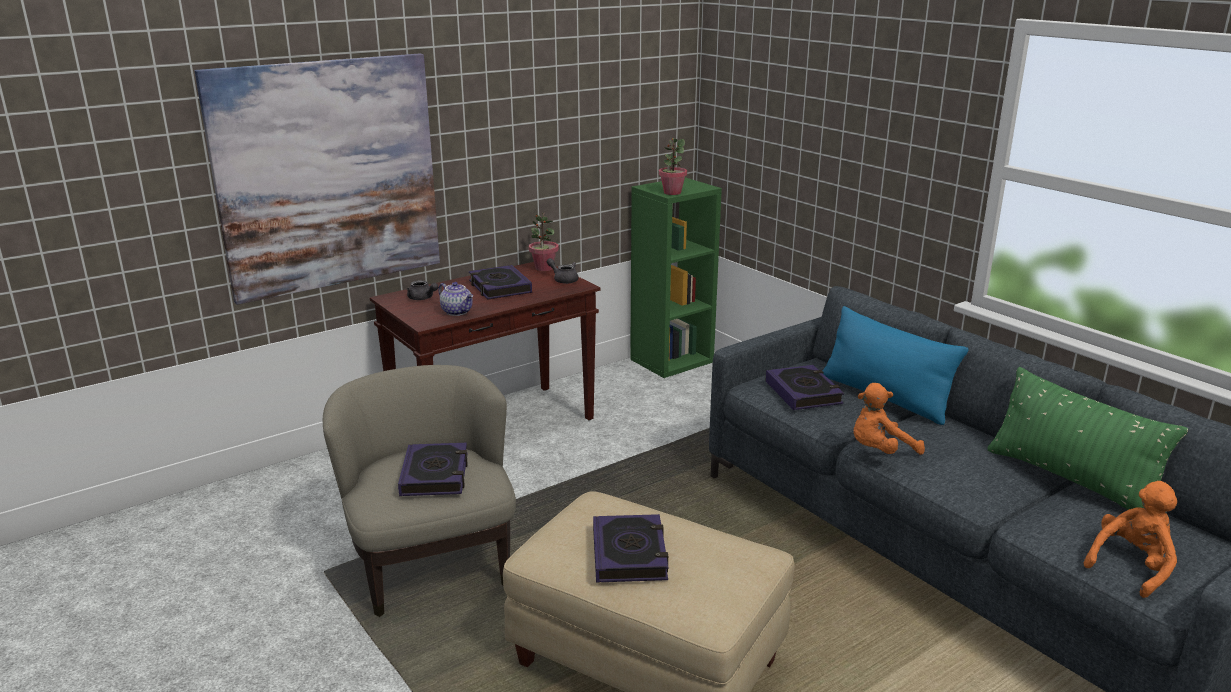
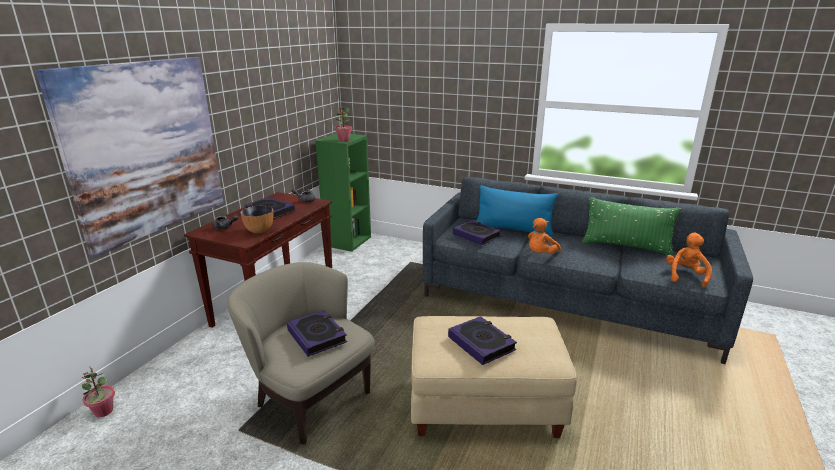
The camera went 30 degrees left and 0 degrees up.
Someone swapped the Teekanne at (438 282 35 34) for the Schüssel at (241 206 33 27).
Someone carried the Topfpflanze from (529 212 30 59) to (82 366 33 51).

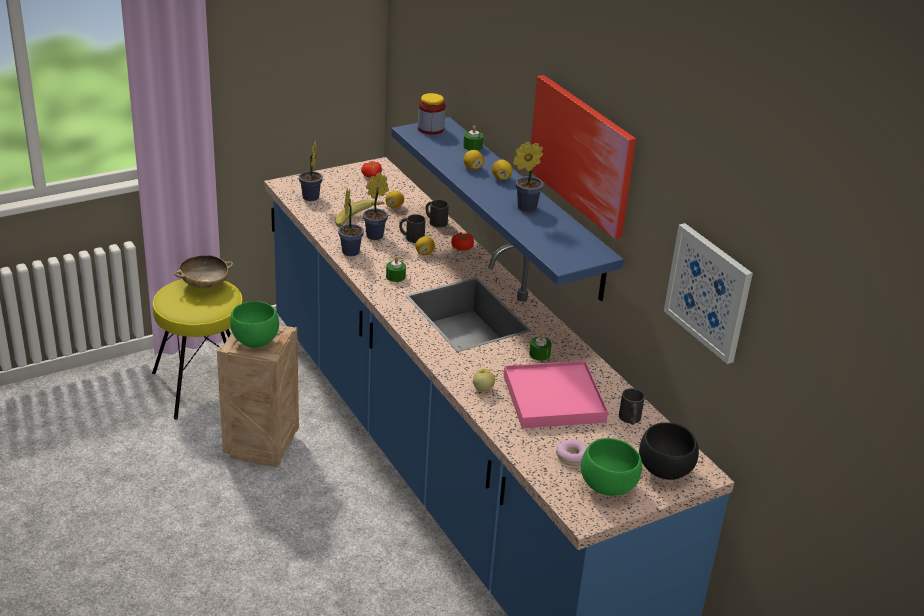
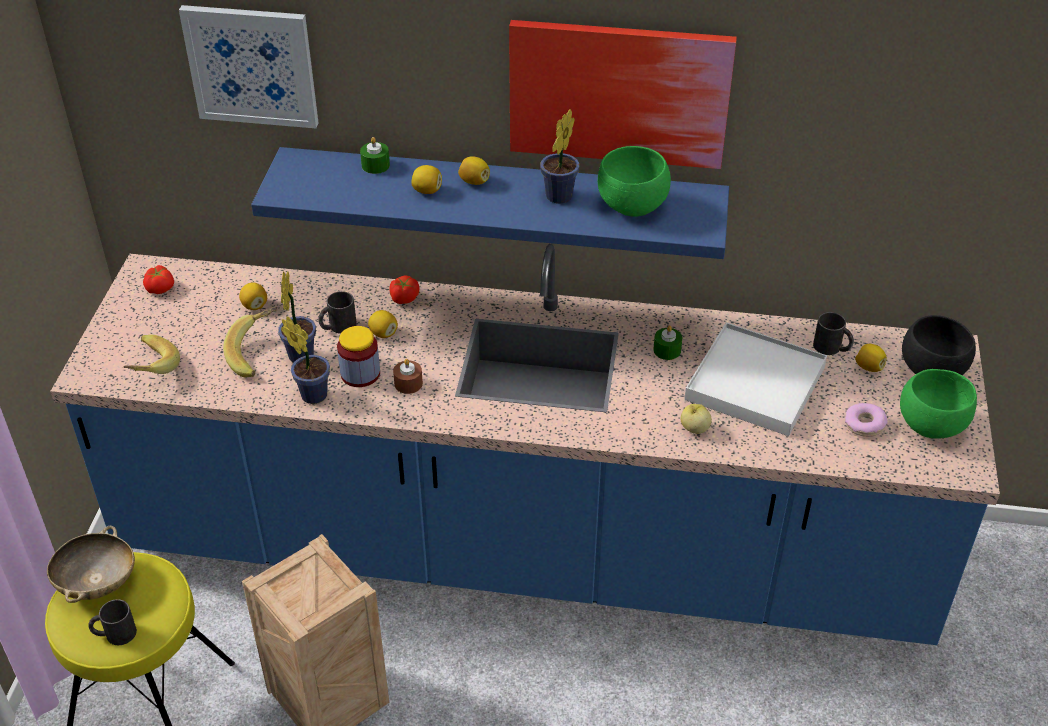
The camera went 50 degrees left and 10 degrees up.
Someone carried the Schüssel (grün) from (230 301 49 47) to (598 146 73 71).
Someone swapped the Topfpflanze at (299 140 24 61) for the Banane at (123 335 57 39).
Someone repainted the Kerze (grün) at (386 257 20 25), which became the Kerze (braun) at (393 359 30 35).
Someone carried the Vorratsglas from (418 93 28 42) to (337 326 43 61).
Someone carried the Henkelbecher (schwarz) from (426 200 23 28) to (88 599 49 46).
Someone repainted the Tablett (rosa) at (504 361 104 68), which became the Tablett (weiß) at (684 323 143 113).
Someone carried the Bild from (664 223 89 141) to (179 5 140 123).
Someone put down the Zitrone at (855 344 32 28).

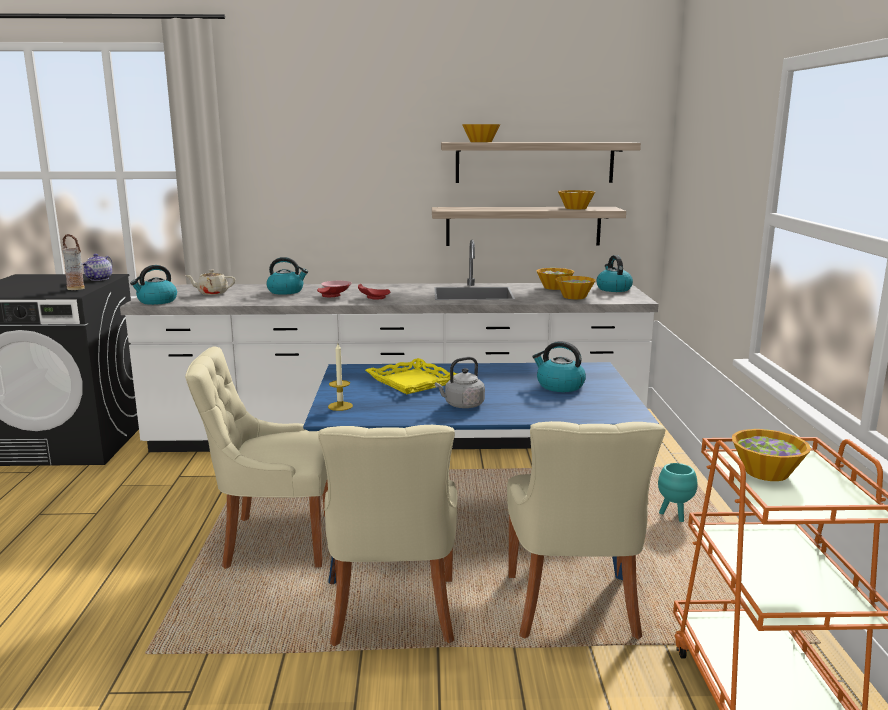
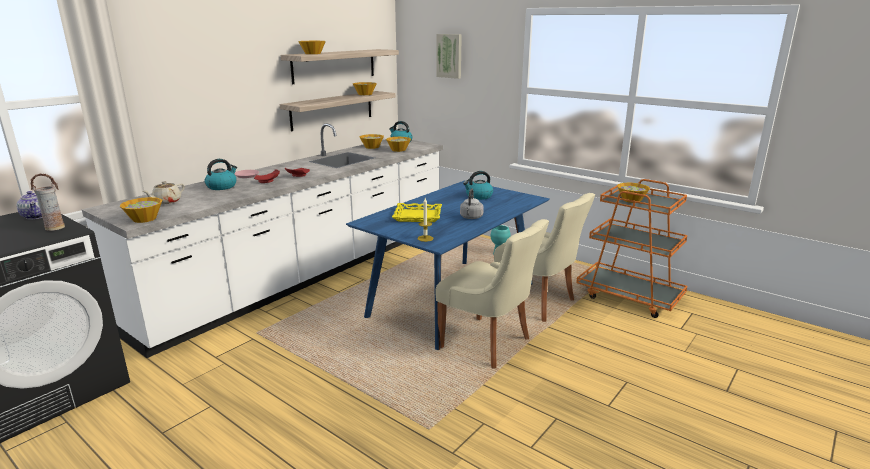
The camera went 50 degrees left and 5 degrees up.
Someone swapped the Wasserkessel at (130 265 47 40) for the Schüssel at (120 197 42 26).
Someone took away the Stuhl (beige) at (185 347 143 222).
Someone put up the Bild at (436 34 26 45).

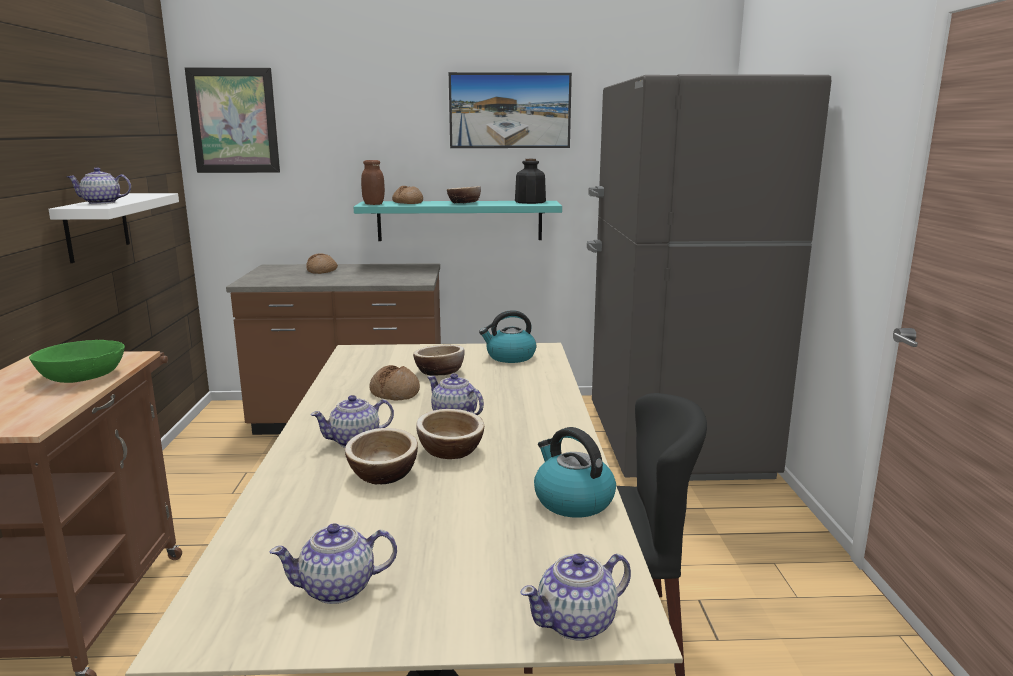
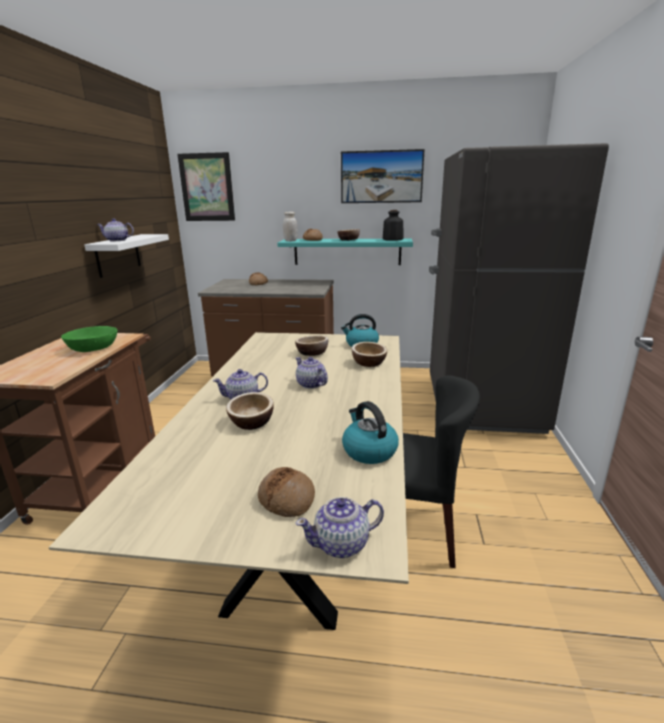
The camera went 10 degrees right and 5 degrees up.
Someone took away the Teekanne at (269 523 128 81).
Someone repainted the Vorratsglas (braun) at (361 160 24 45), which became the Vorratsglas (weiß) at (283 212 15 29).
Someone carried the Brot from (370 365 50 36) to (258 467 57 50).
Someone carried the Schüssel from (416 409 68 50) to (352 342 35 25).

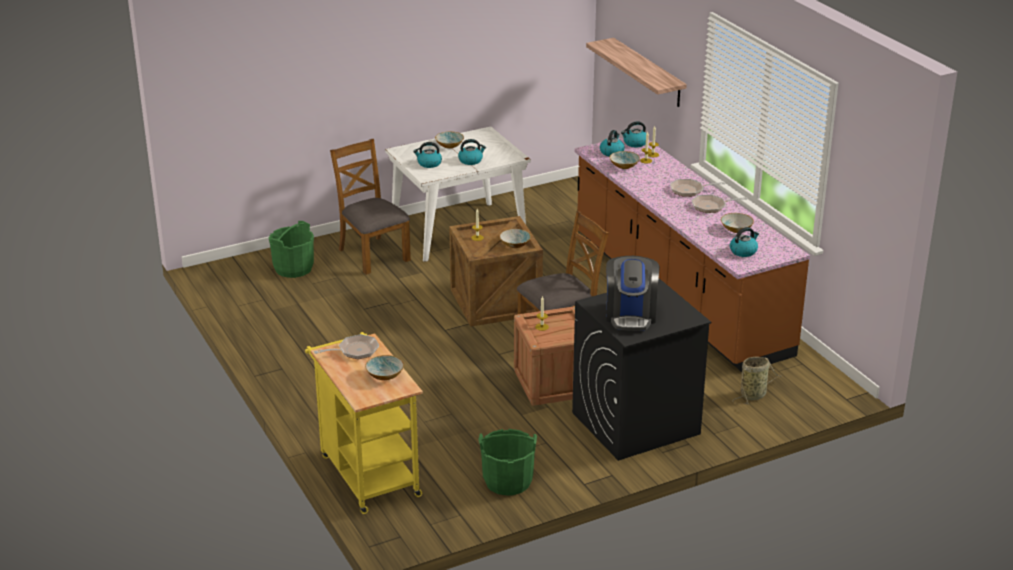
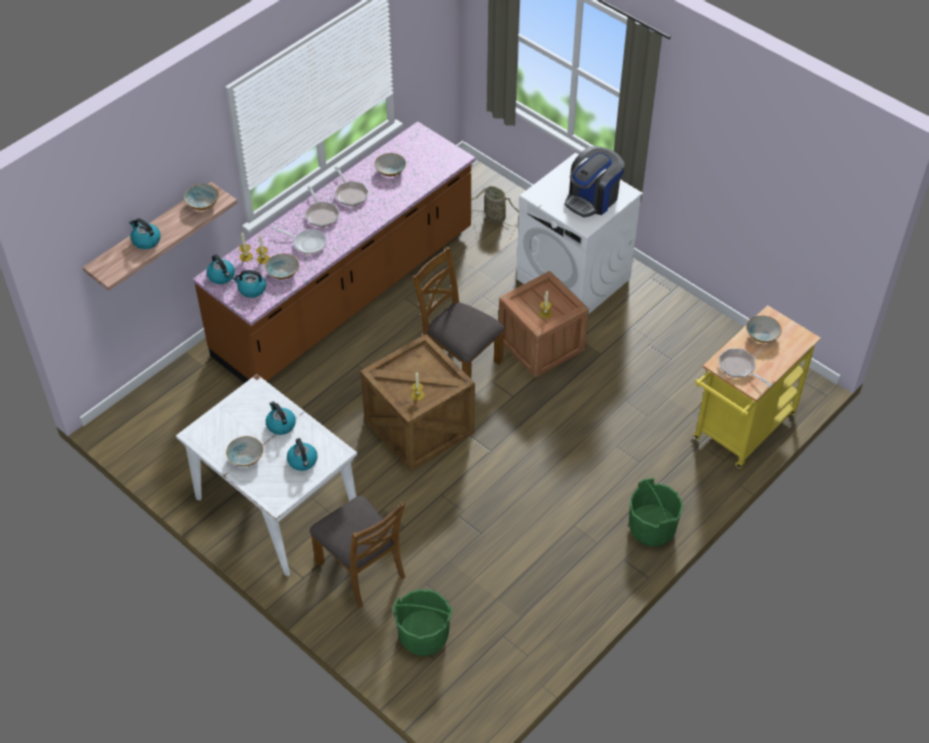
The camera went 110 degrees left and 20 degrees up.
Someone rotated the Stuhl (braun) at (330 139 81 136) by 75 degrees counterclockwise.
Someone carried the Eimer (grün) from (478 429 59 67) to (629 478 54 69).
Someone carried the Schüssel from (499 229 32 19) to (184 184 35 26).
Someone repainted the Waschmaschine (schwarz) at (572 279 139 182), which became the Waschmaschine (weiß) at (516 153 127 162).
Someone rotated the Kaffeemaschine at (606 256 54 75) by 150 degrees clockwise.
Someone carried the Wasserkessel from (730 227 29 30) to (129 218 32 31).
Someone put down the Pfanne at (273 227 54 27).

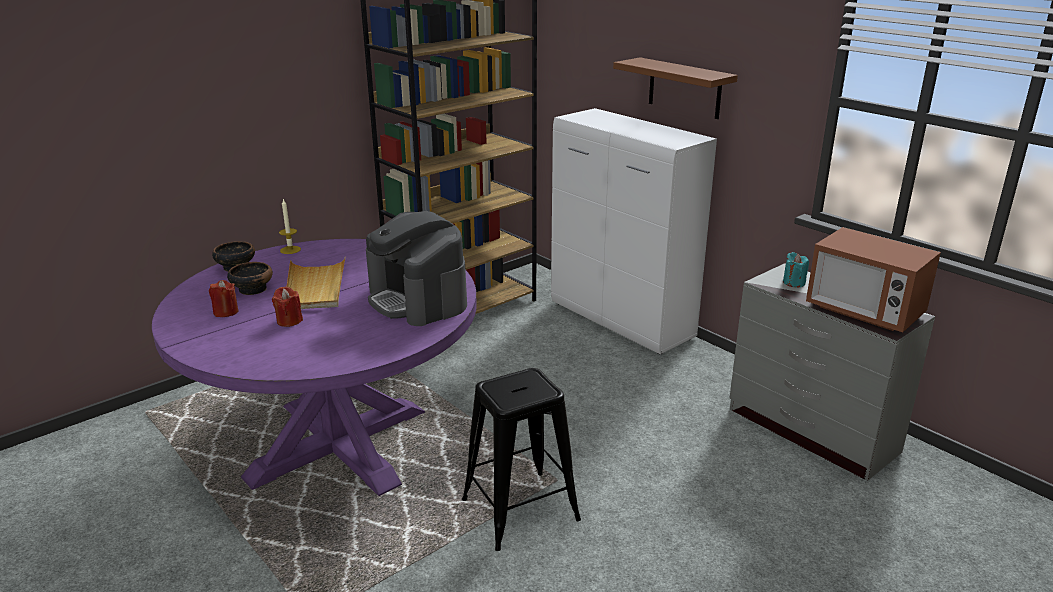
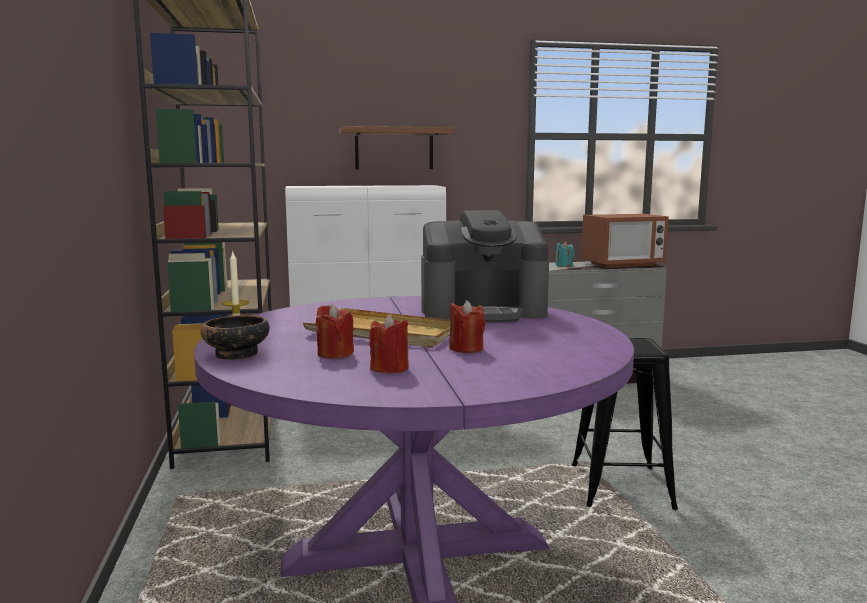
The camera went 60 degrees left and 15 degrees down.
Someone swapped the Schüssel at (227 262 46 33) for the Kerze (rot) at (316 304 38 55).

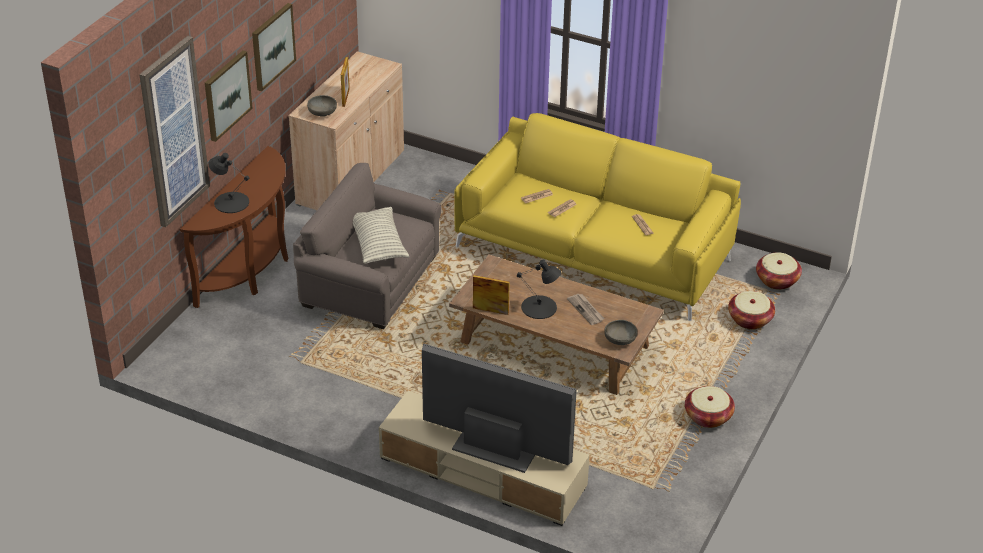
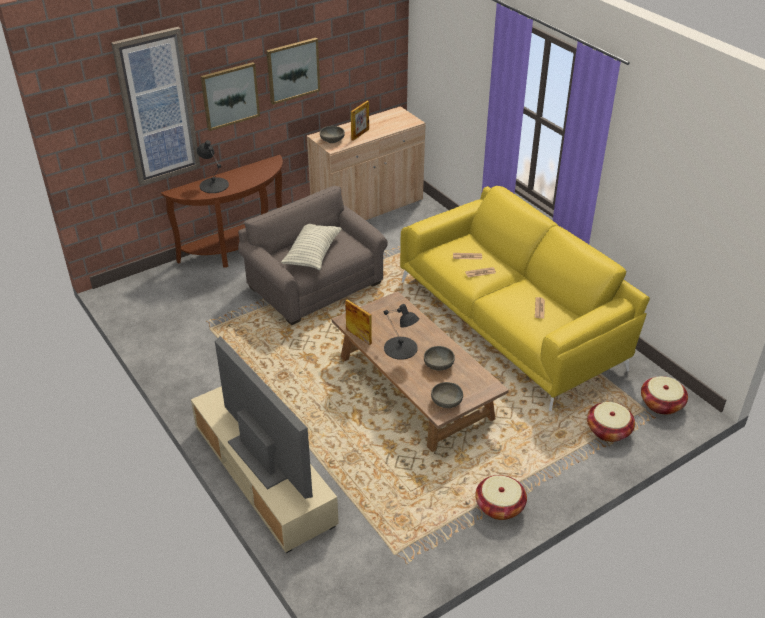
The camera went 30 degrees right and 0 degrees up.
Someone swapped the Zeitung at (567 294 38 31) for the Schüssel (grau) at (424 346 31 25).

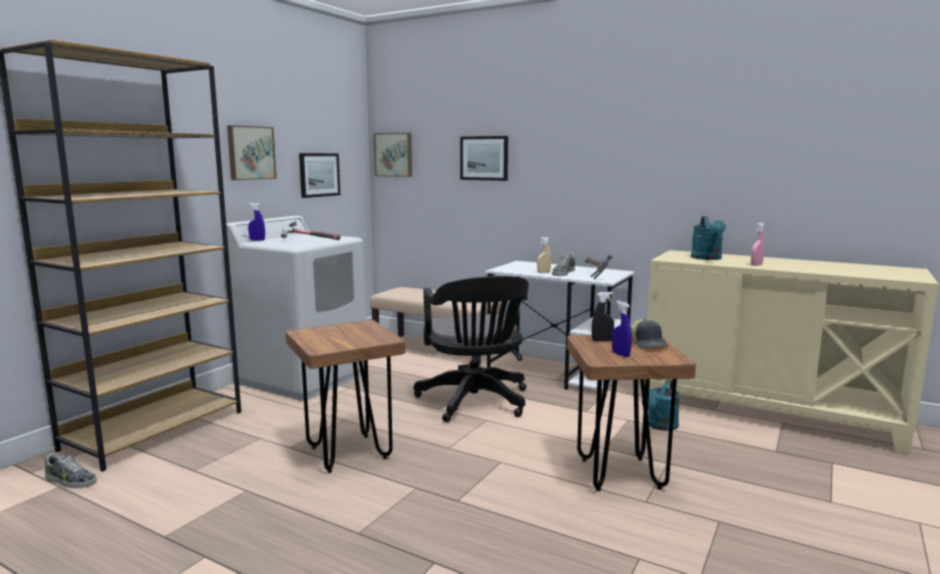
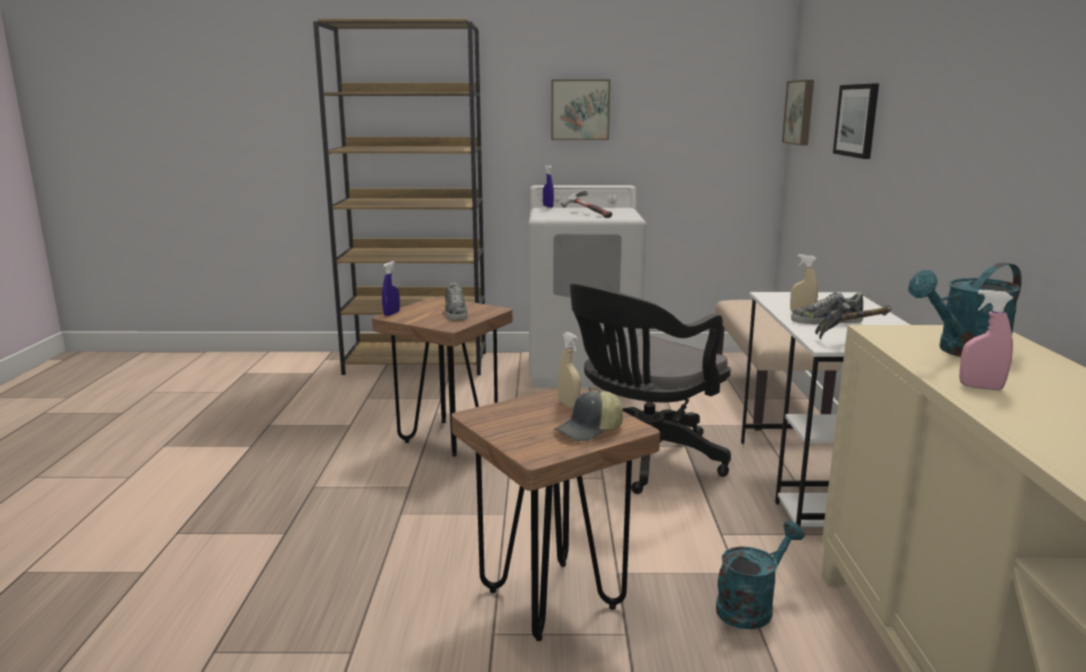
The camera went 60 degrees right and 5 degrees up.
Someone carried the Schuh from (45 453 52 35) to (445 283 23 37).
Someone took away the Bild at (299 153 41 45).
Someone repainted the Sprühflasche (schwarz) at (592 292 22 50), which became the Sprühflasche (beige) at (558 332 23 76).
Someone carried the Sprühflasche (blau) from (612 301 20 56) to (382 261 18 55).
Someone rotated the Gießkanne (türkis) at (642 379 38 52) by 135 degrees clockwise.

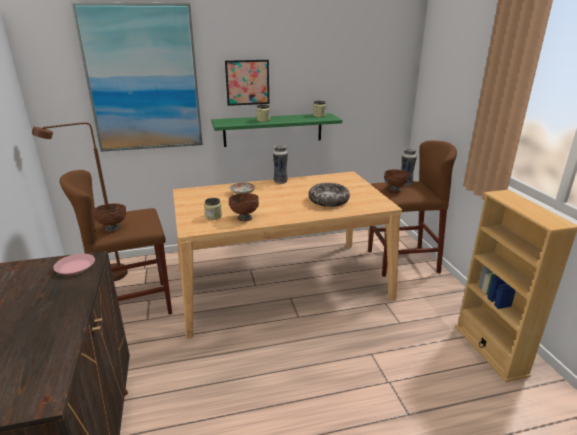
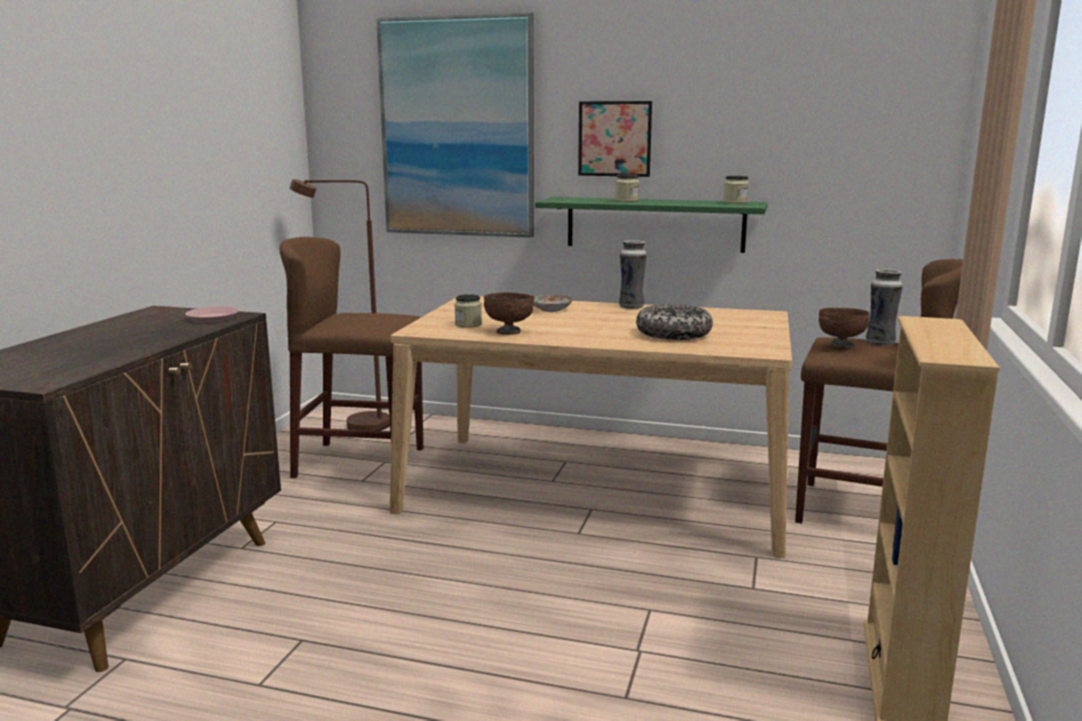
The camera went 30 degrees right and 10 degrees down.
Someone took away the Schüssel (braun) at (93 204 33 28).

